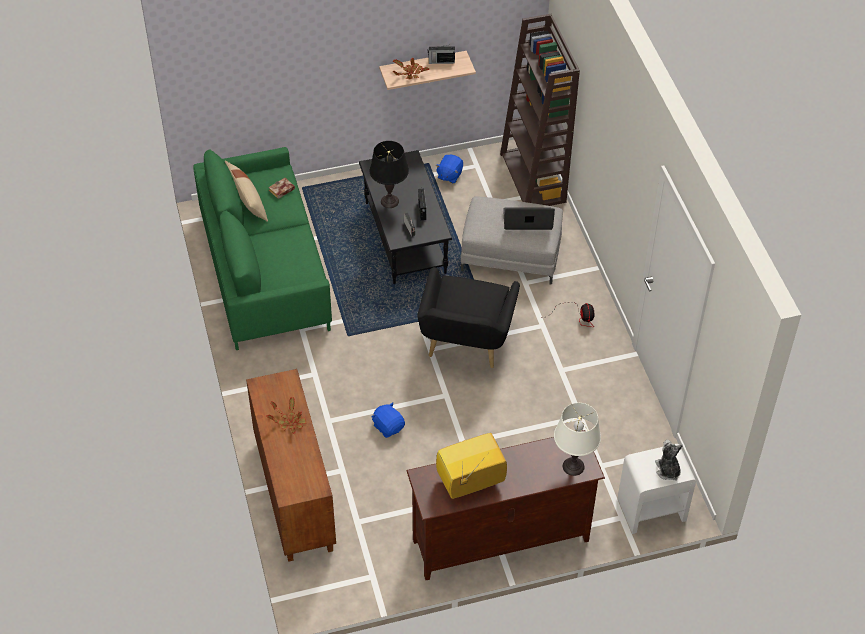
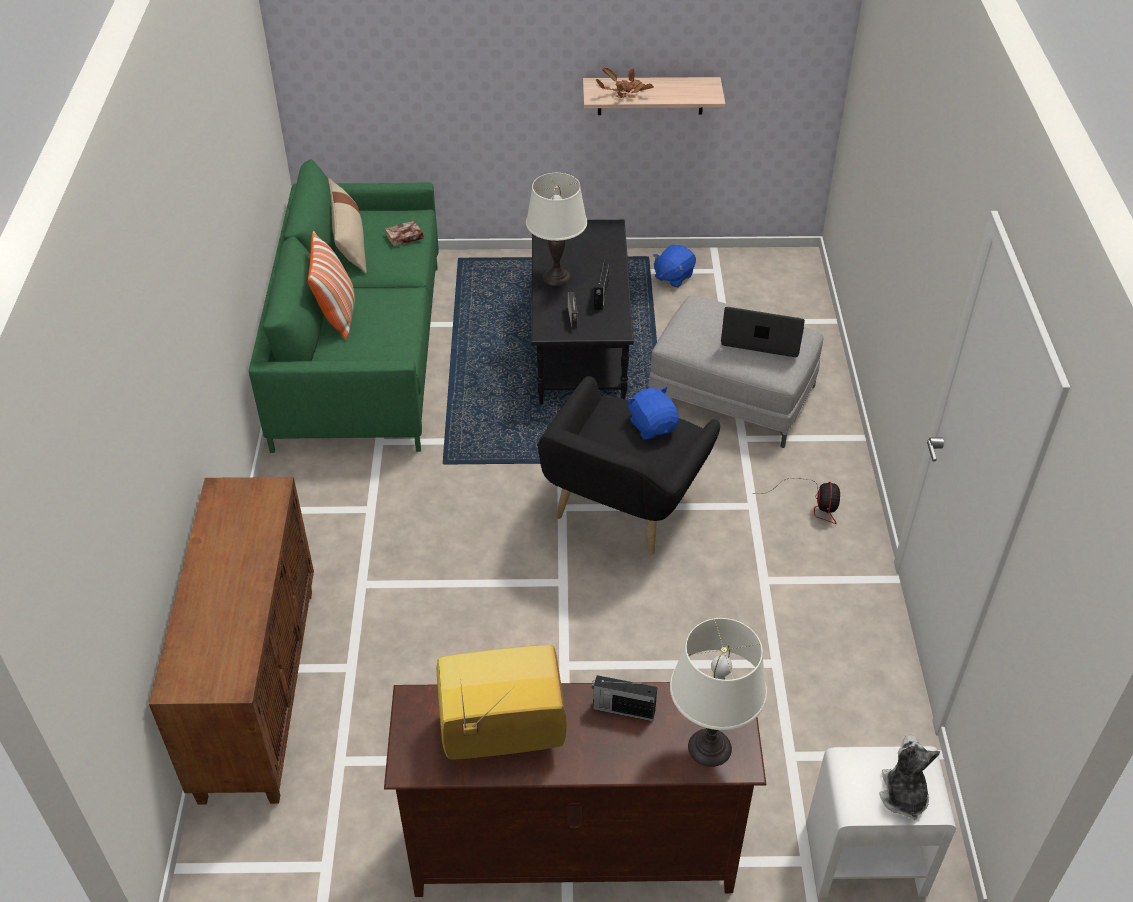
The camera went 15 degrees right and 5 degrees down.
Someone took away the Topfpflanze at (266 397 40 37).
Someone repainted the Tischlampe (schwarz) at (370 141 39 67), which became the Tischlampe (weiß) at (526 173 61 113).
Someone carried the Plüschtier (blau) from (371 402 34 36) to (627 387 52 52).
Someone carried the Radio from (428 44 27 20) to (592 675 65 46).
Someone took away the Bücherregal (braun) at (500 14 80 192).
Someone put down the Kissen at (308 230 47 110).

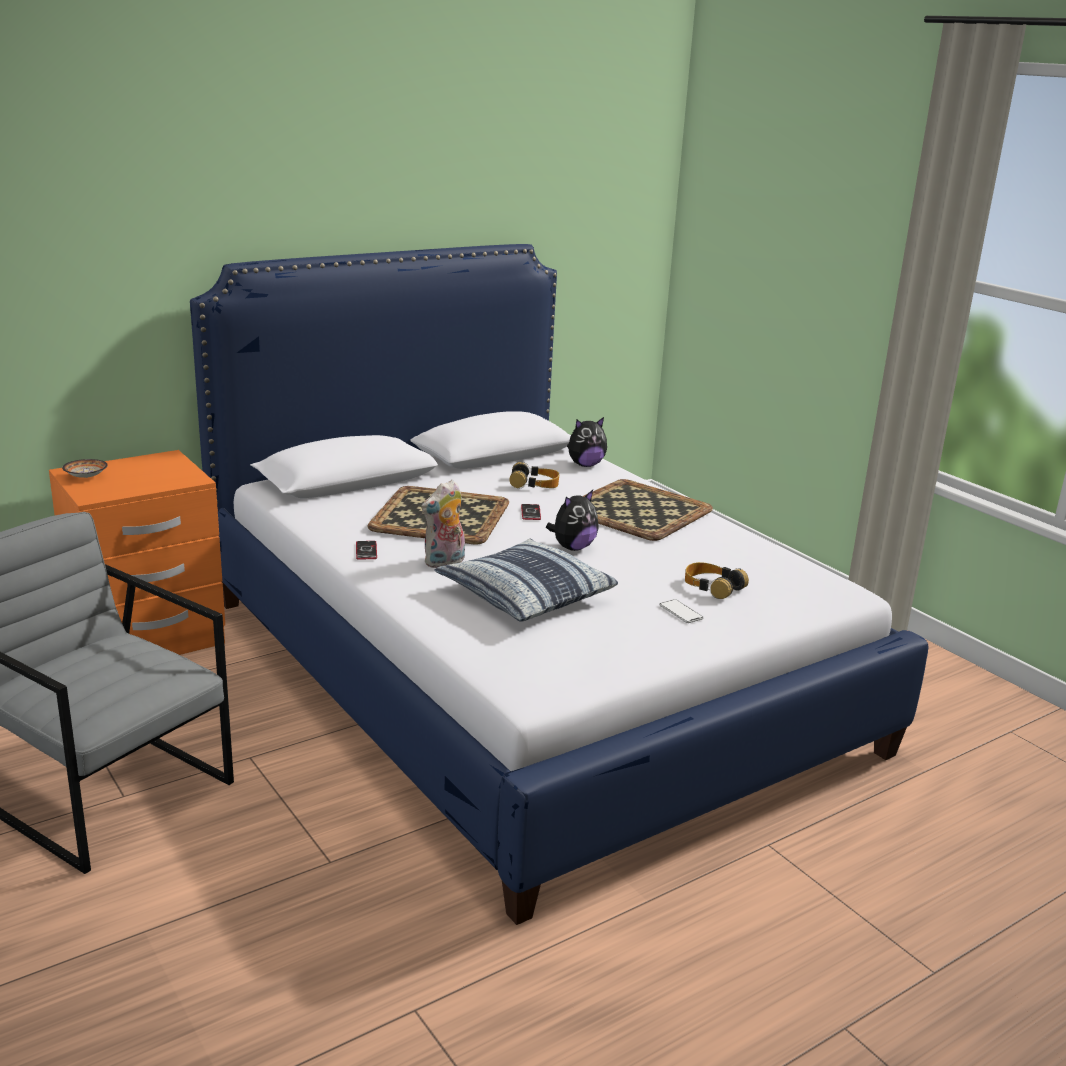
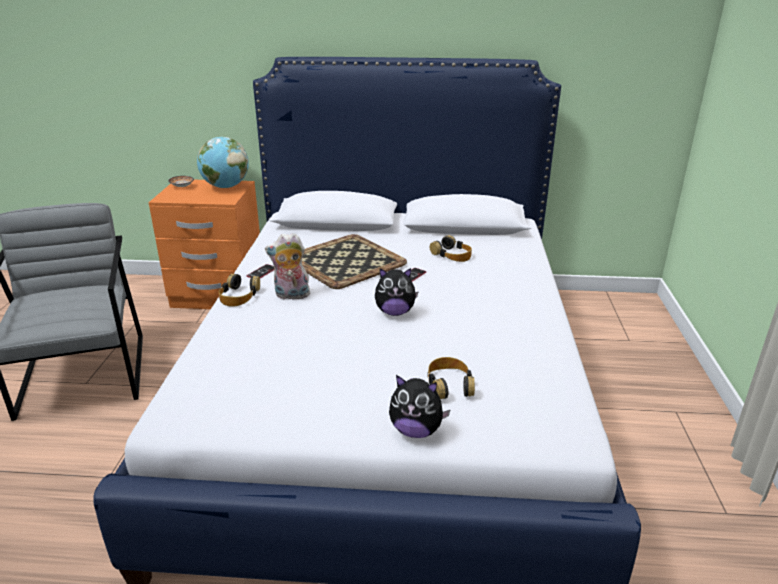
The camera went 40 degrees right and 5 degrees up.
Someone took away the Kissen at (434 539 184 83).
Someone carried the Plüschtier from (567 417 40 50) to (389 375 61 63).
Someone took away the Tablett at (583 479 130 62).
Someone took away the Handy at (659 599 45 24).
Someone put down the Globus at (197 137 52 51).
Someone put down the Kopfhörer at (219 274 41 33).

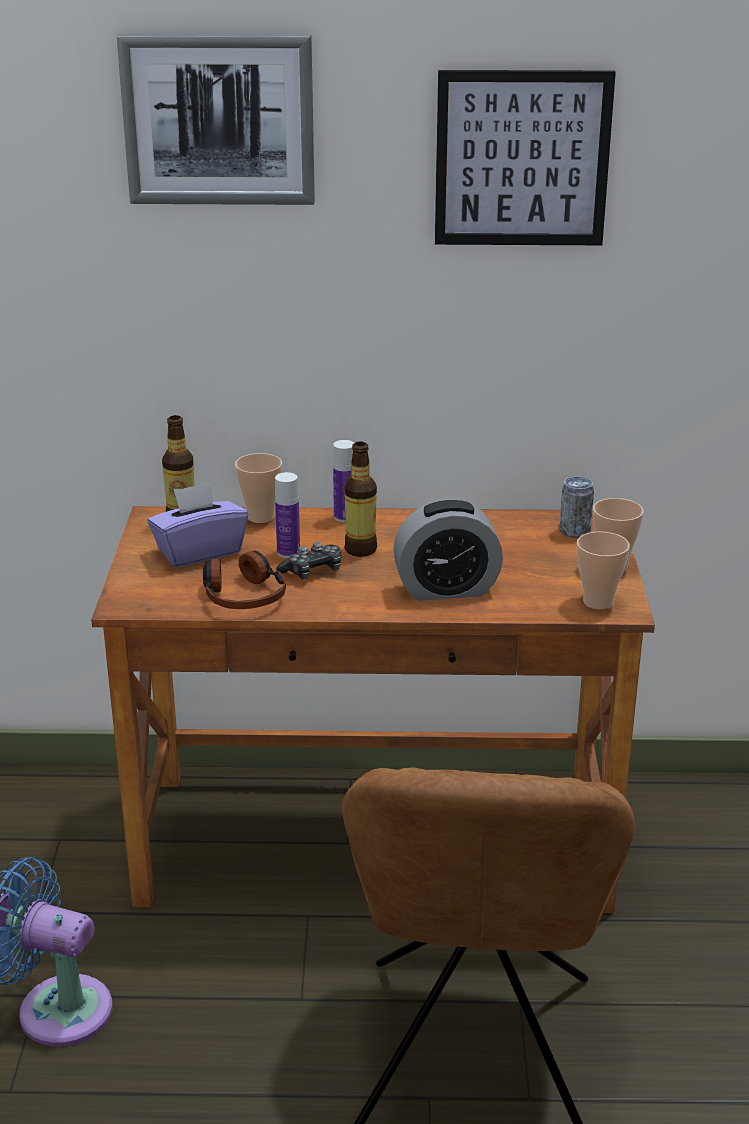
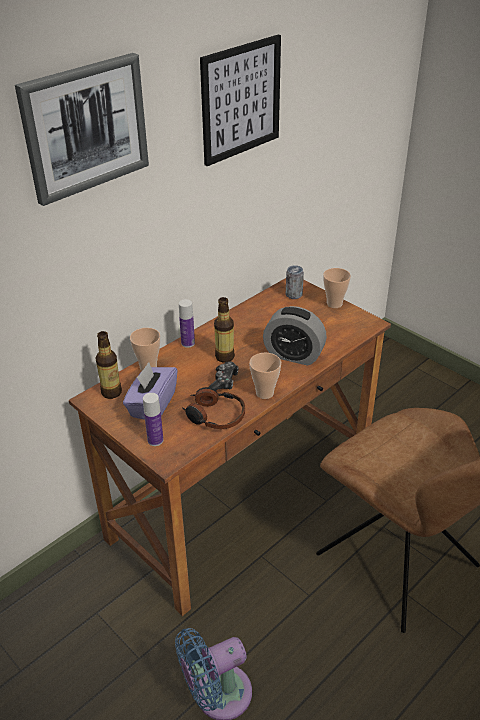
The camera went 45 degrees left and 10 degrees up.
Someone carried the Flasche from (275 472 25 86) to (143 393 20 53).
Someone rotated the Wecker at (393 499 110 102) by 75 degrees clockwise.
Someone carried the Tasse from (577 531 53 79) to (249 353 32 46).

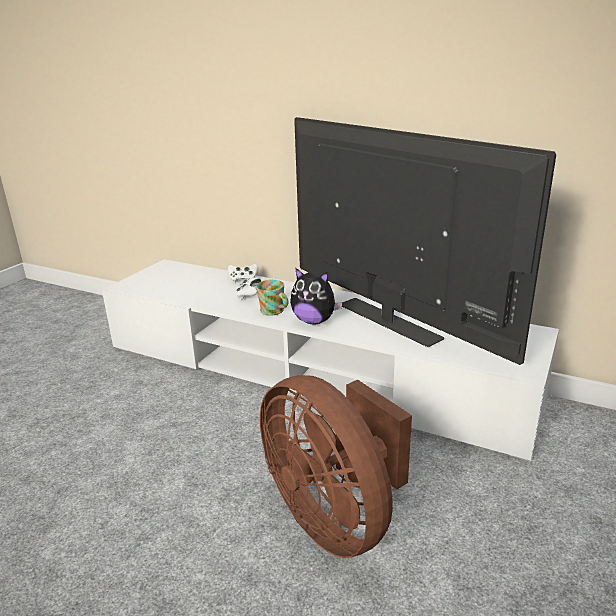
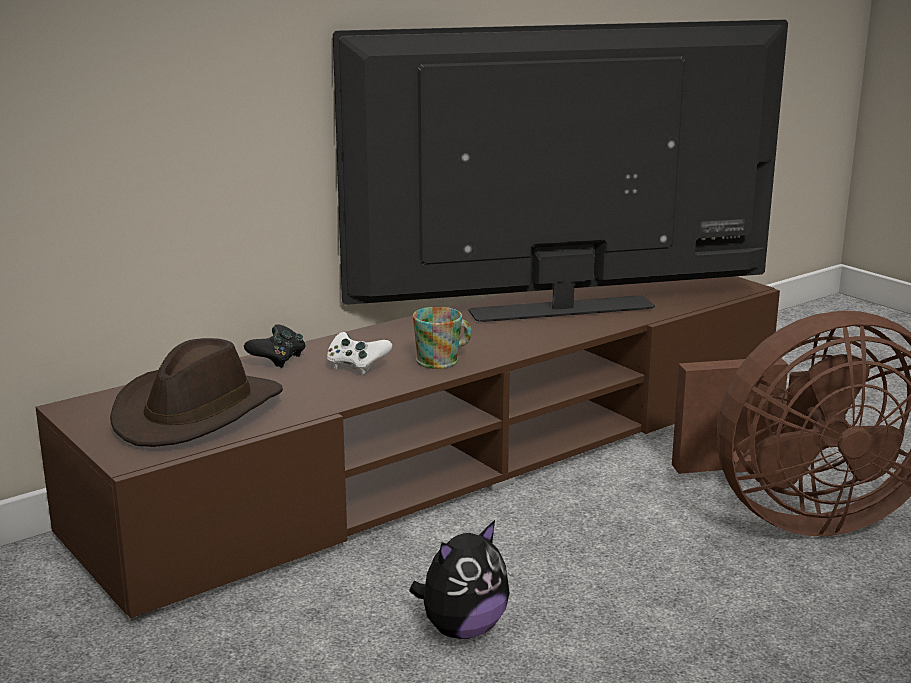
The camera went 65 degrees left and 5 degrees down.
Someone repainted the Fernsehschrank (weiß) at (102 259 457 202), which became the Fernsehschrank (braun) at (35 276 745 346).
Someone repainted the Gamepad (weiß) at (228 264 31 19), which became the Gamepad (schwarz) at (244 324 62 44).
Someone carried the Plüschtier from (290 268 52 57) to (409 520 101 119).
Someone put down the Hut (braun) at (110 338 173 109).

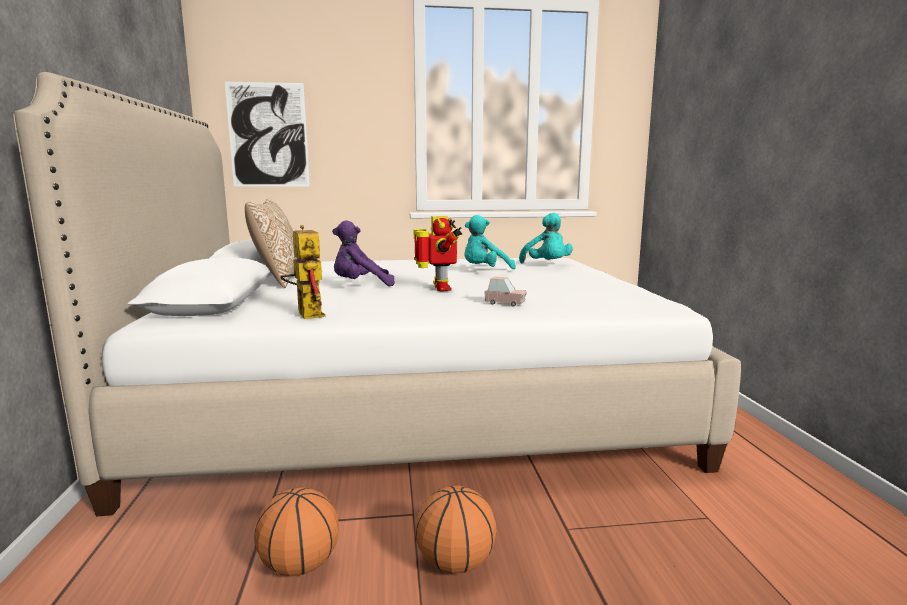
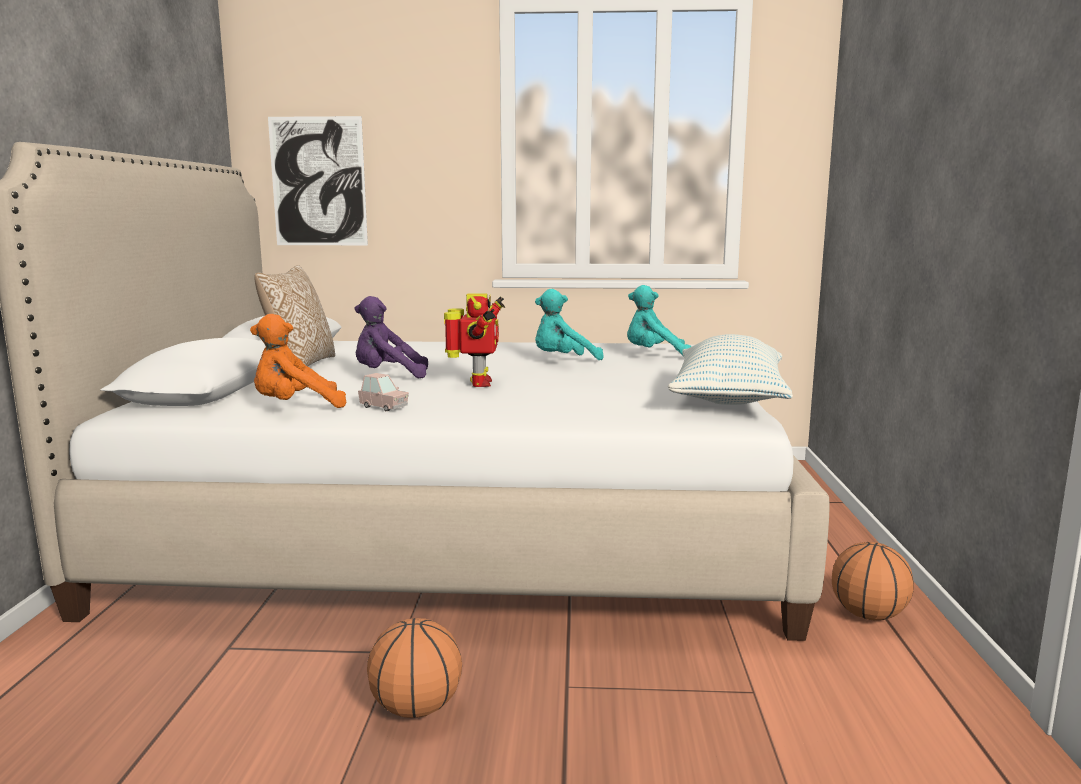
The camera went 10 degrees right and 0 degrees up.
Someone carried the Basketball from (254 487 85 89) to (832 542 82 78).
Someone swapped the Spielzeugroboter at (280 225 45 94) for the Plüschtier (orange) at (250 314 96 94).
Someone carried the Spielzeugauto (rosa) from (484 277 43 29) to (358 373 51 38).
Someone rotated the Plüschtier (türkis) at (519 213 54 50) by 105 degrees clockwise.
Someone put down the Kissen at (668 334 125 71).

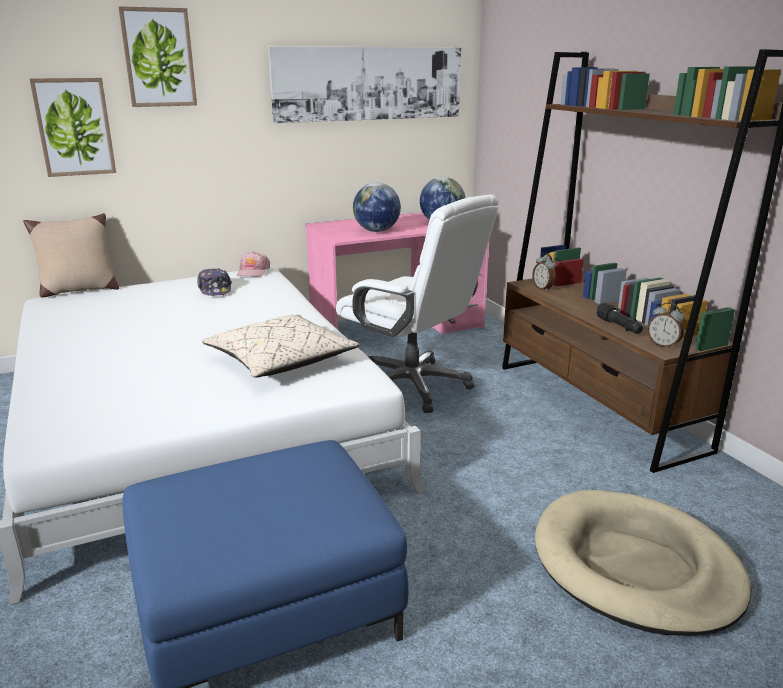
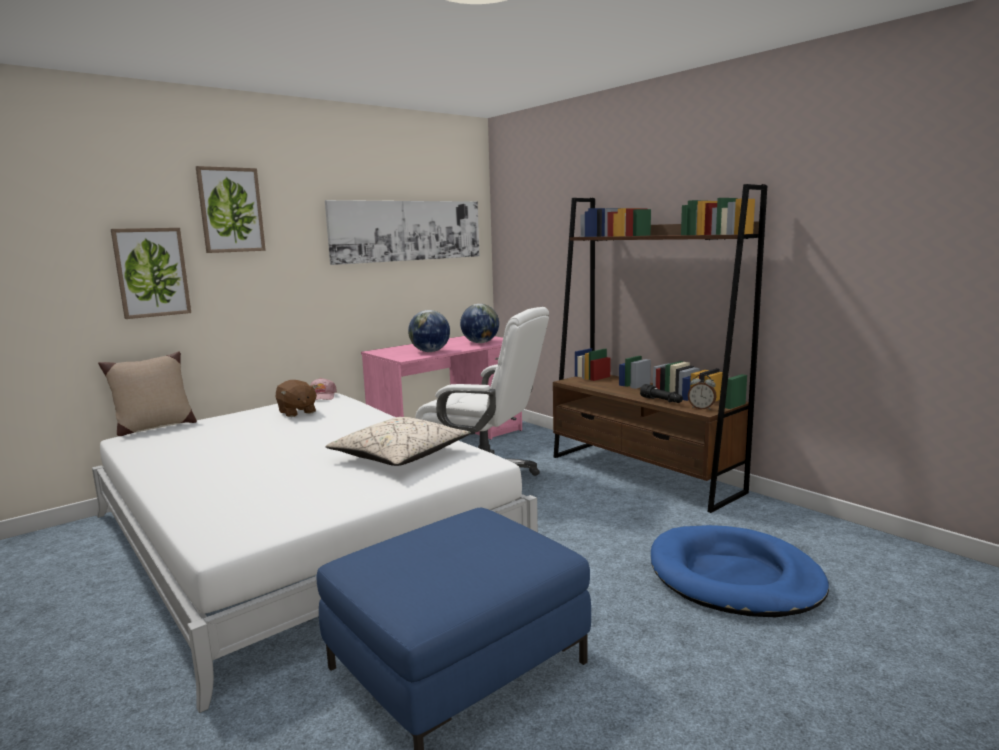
The camera went 15 degrees left and 10 degrees down.
Someone swapped the Kappe at (197 268 35 28) for the Plüschtier (braun) at (276 380 41 37).
Someone took away the Wecker at (532 254 24 38).
Someone repainted the Hundebett (beige) at (535 490 217 146), which became the Hundebett (blau) at (651 525 178 92).

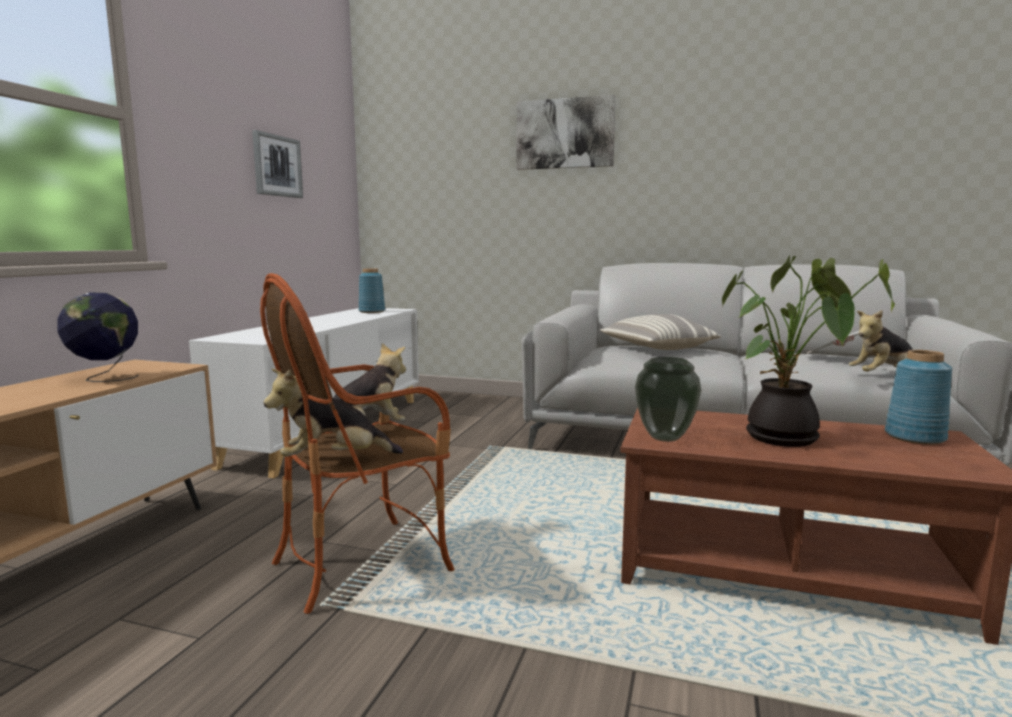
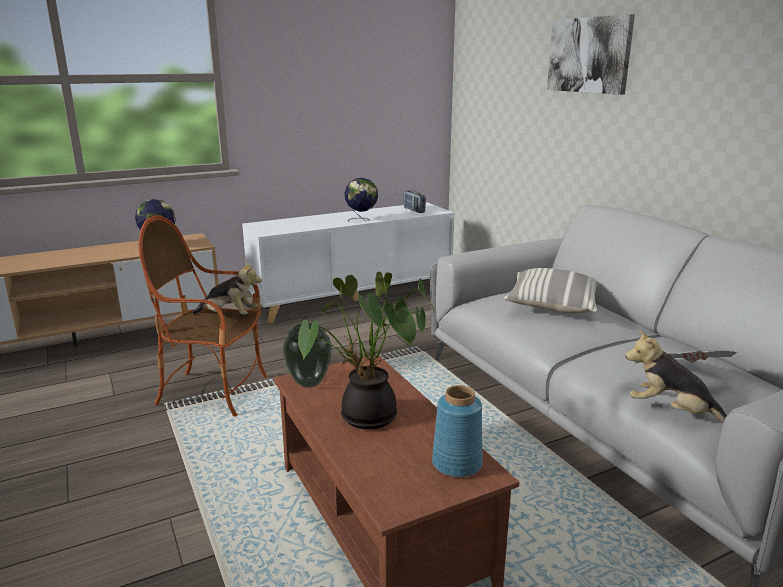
The camera went 45 degrees right and 10 degrees up.
Someone took away the Bild at (252 130 51 68).
Someone took away the Plüschtier at (263 369 140 88).
Someone swapped the Vase (blau) at (359 268 26 45) for the Radio at (404 190 22 23).
Someone put down the Globus at (345 178 33 44).

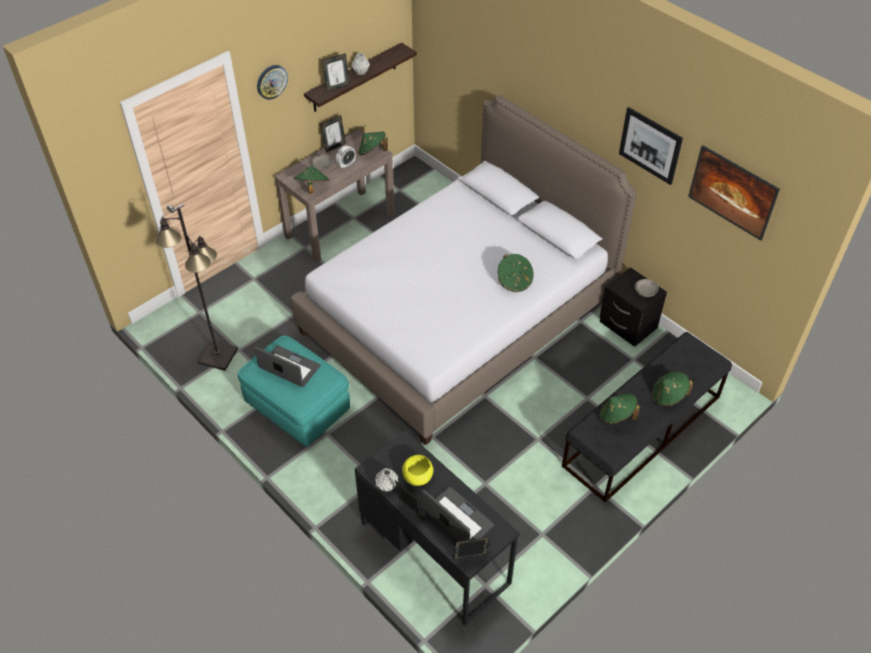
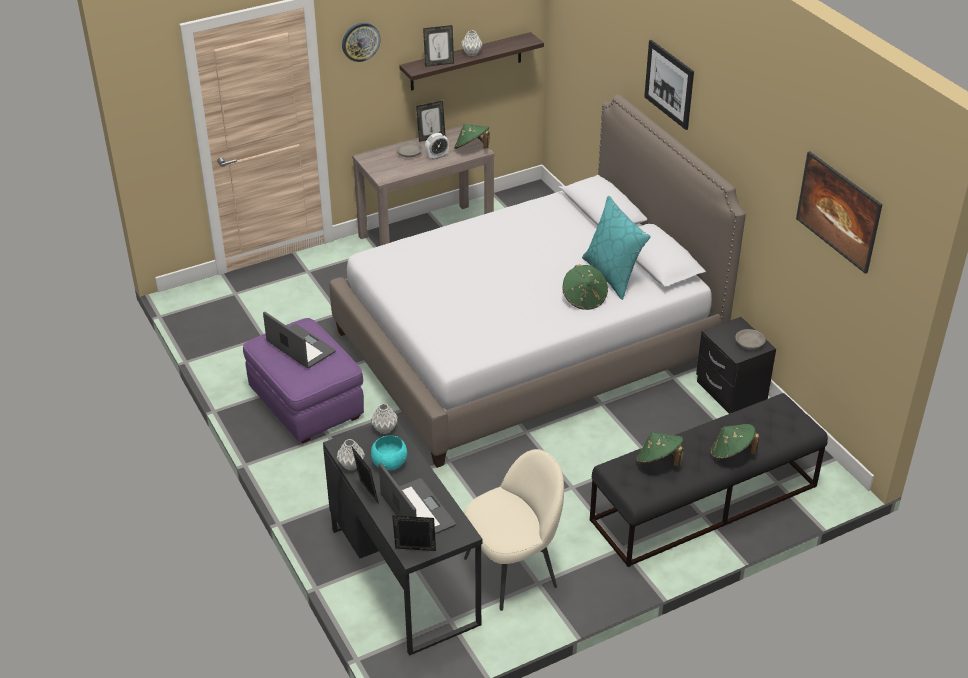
The camera went 15 degrees right and 10 degrees down.
Someone took away the Stehlampe (schwarz) at (155 207 83 164).
Someone repainted the Polsterhocker (türkis) at (238 336 112 111), which became the Polsterhocker (lila) at (243 318 121 125).
Someone took away the Hut (grün) at (294 165 36 29).
Someone repainted the Schüssel (gelb) at (402 455 31 31), which became the Schüssel (türkis) at (371 435 36 35).
Someone carried the Bild from (619 107 64 78) to (644 40 50 90).
Someone put down the Vase (grau) at (371 404 27 30).
Someone put down the Stuhl (beige) at (464 449 100 162).
Someone put down the Kissen (türkis) at (582 195 69 105).

